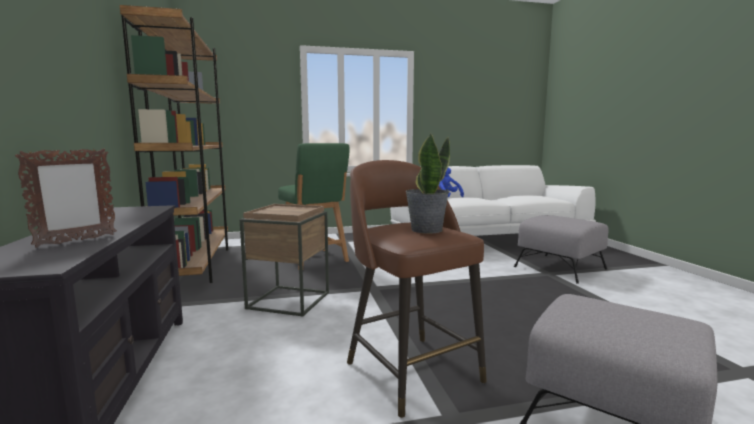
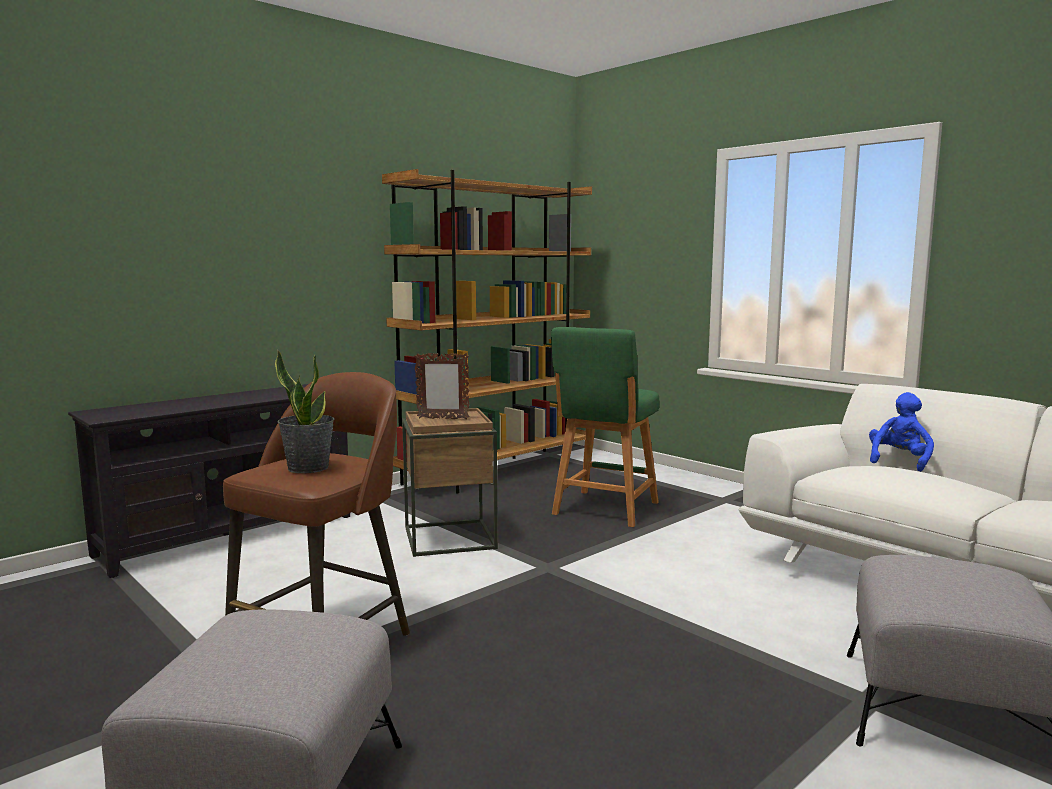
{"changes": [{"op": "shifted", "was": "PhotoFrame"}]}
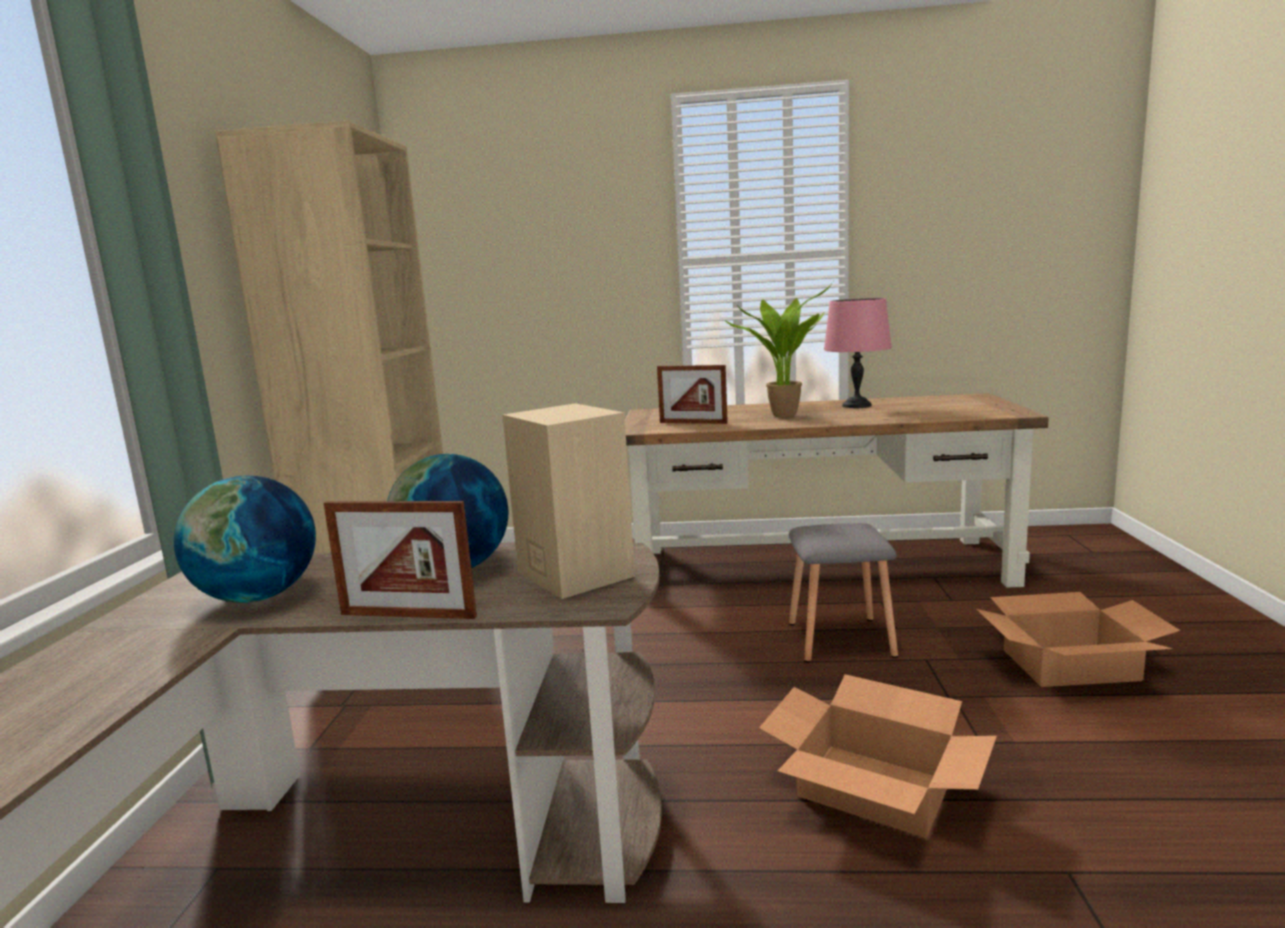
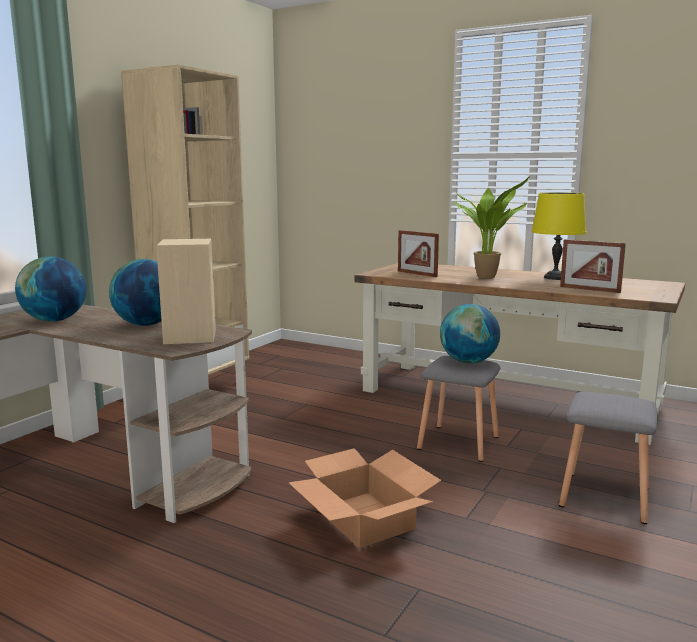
{"changes": [{"op": "repainted", "was": "PinkTableLamp", "now": "YellowTableLamp"}, {"op": "shifted", "was": "PhotoFrame (no. 1 from left in the first image)", "now": "PhotoFrame (no. 2 from left)"}, {"op": "swapped", "was": "Carton (no. 2 from left)", "now": "GreyishStool (no. 2 from left)"}, {"op": "new", "now": "Globe (no. 3 from left)"}]}
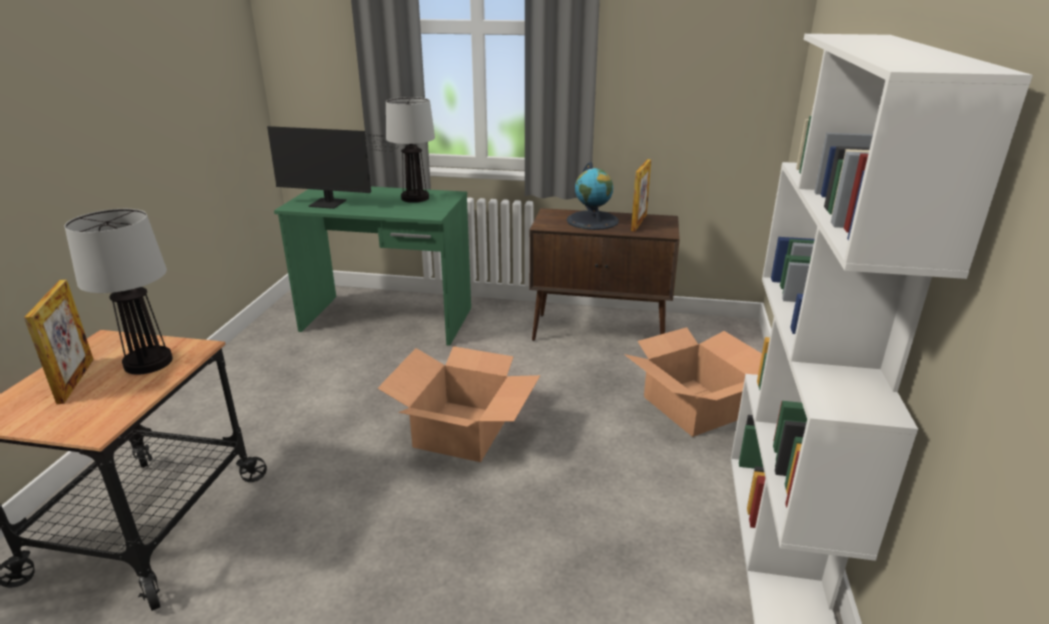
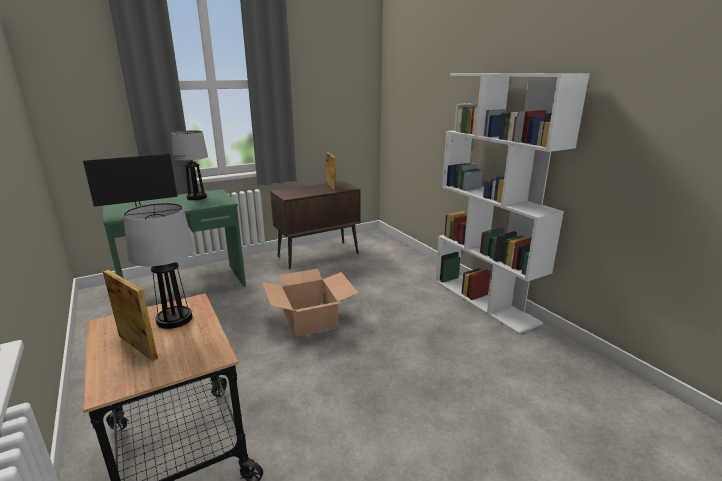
{"changes": [{"op": "gone", "was": "Globe"}, {"op": "gone", "was": "Carton (no. 2 from left)"}]}
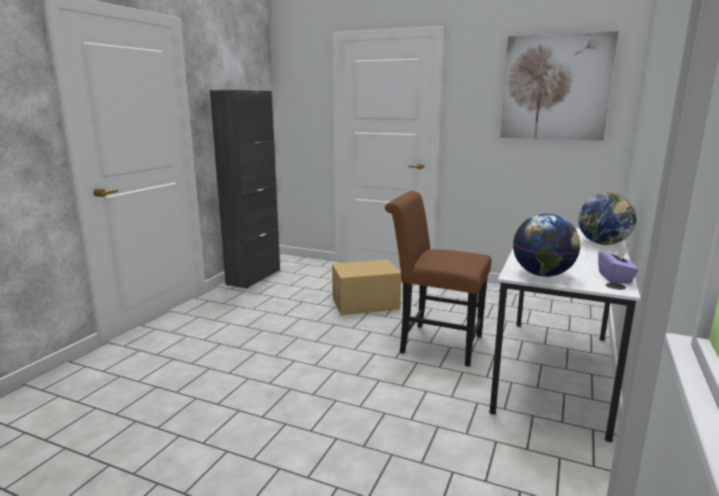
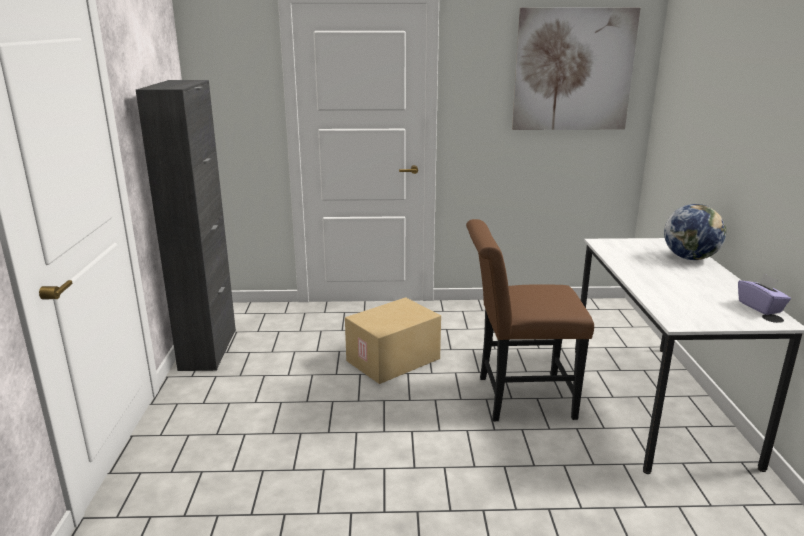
{"changes": [{"op": "gone", "was": "Globe (no. 1 from left)"}]}
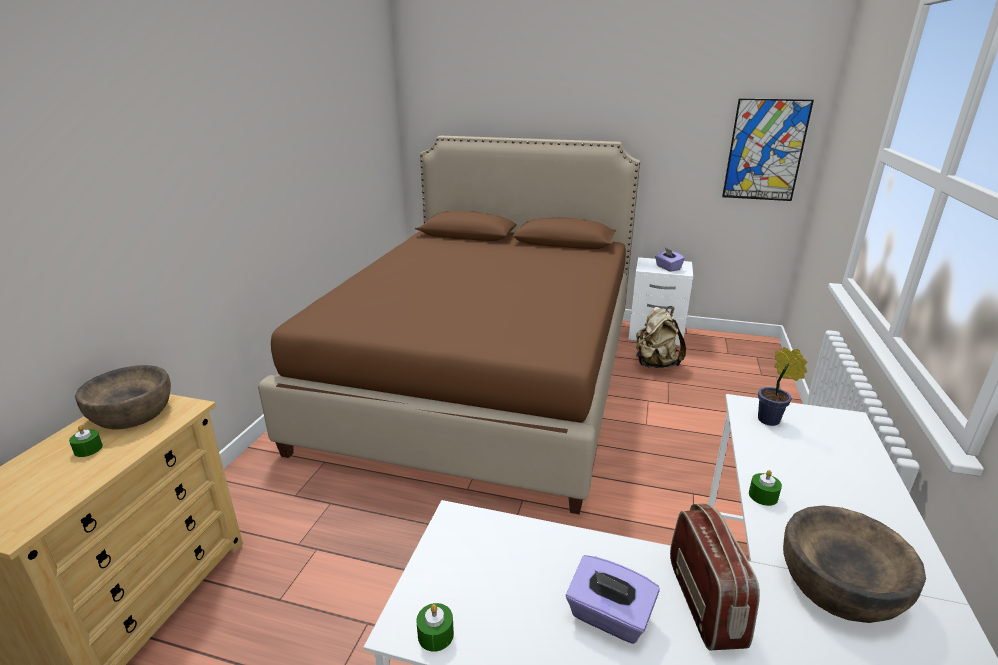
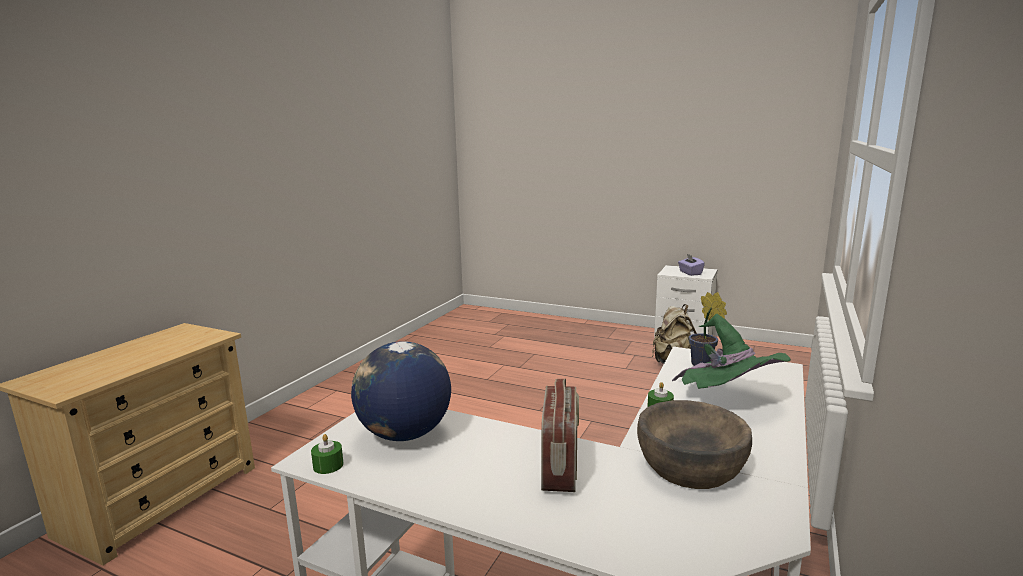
{"changes": [{"op": "gone", "was": "Picture"}, {"op": "gone", "was": "BrownishSleepingBed"}, {"op": "gone", "was": "BrownishServingBowl (no. 1 from left)"}, {"op": "gone", "was": "GreenColouredCandle (no. 1 from left)"}, {"op": "gone", "was": "PurpleColouredTissueBox (no. 1 from left)"}, {"op": "new", "now": "GreenColouredHat"}, {"op": "new", "now": "Globe"}]}
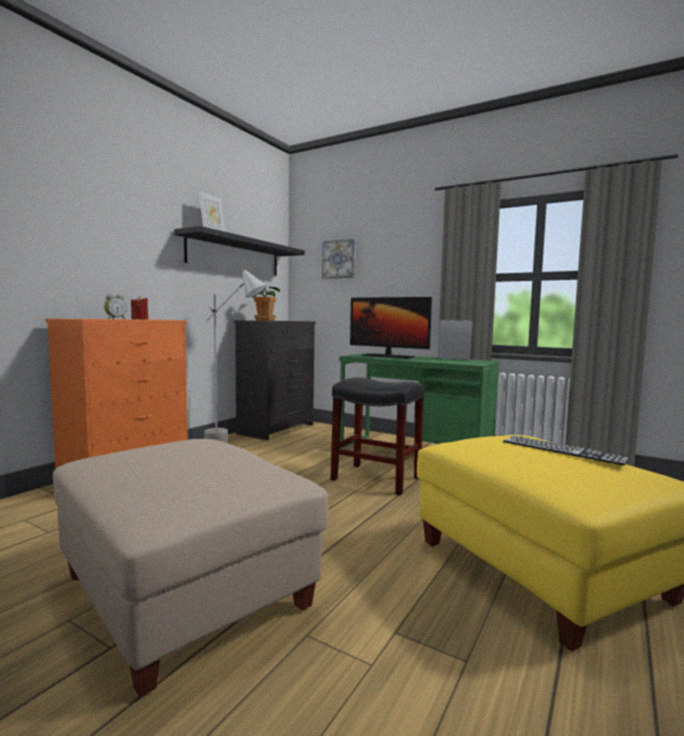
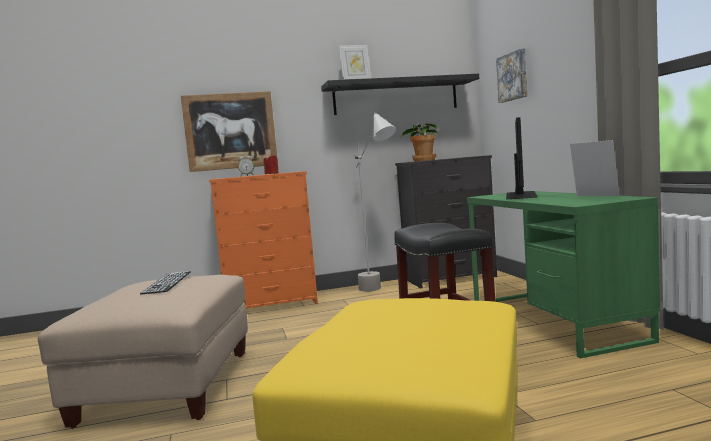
{"changes": [{"op": "rotated", "was": "Monitor", "clockwise": -150}, {"op": "shifted", "was": "Keyboard"}, {"op": "new", "now": "Picture (no. 1 from left)"}]}
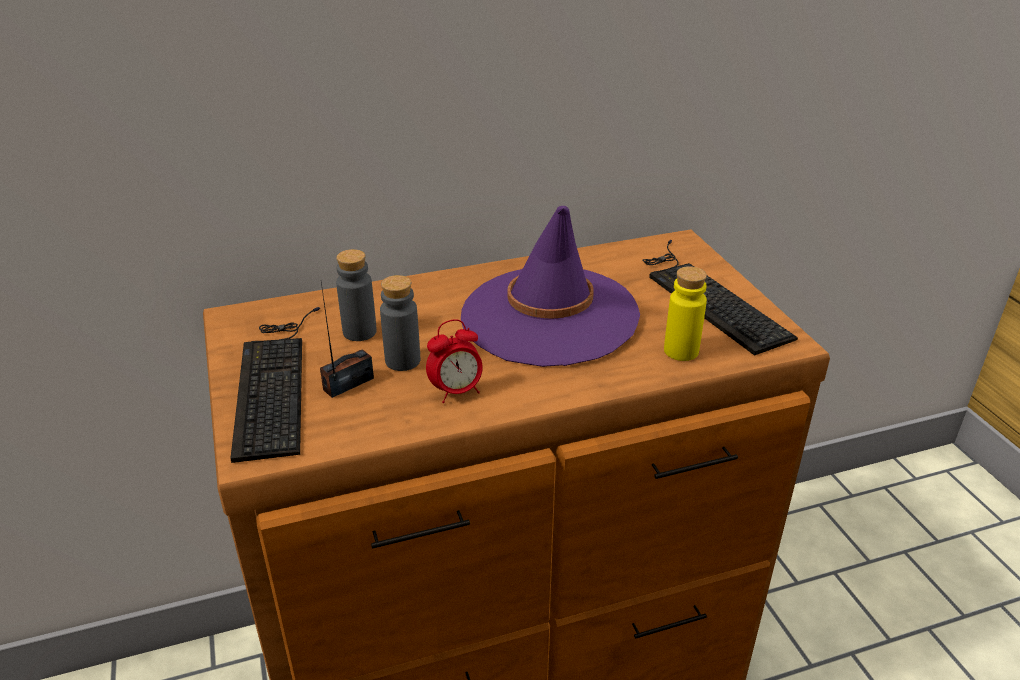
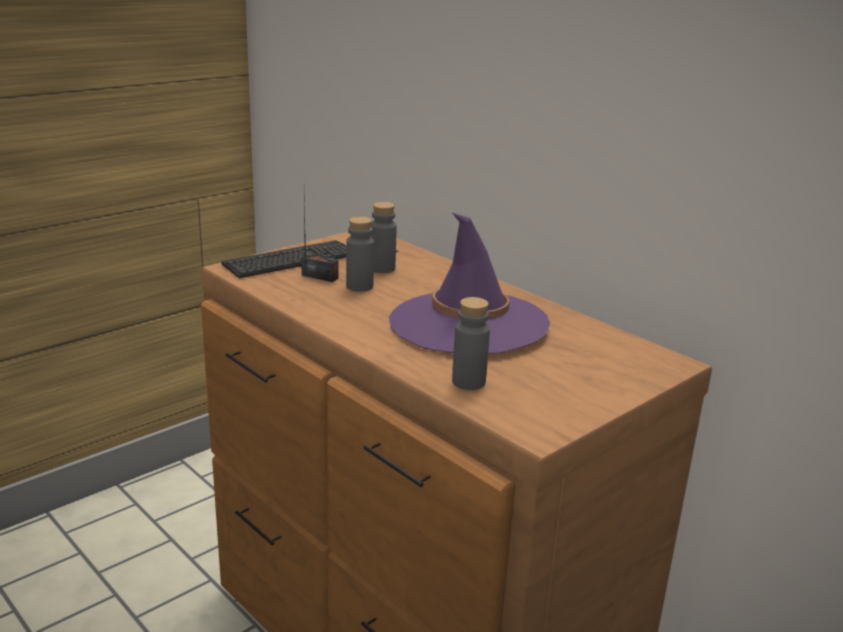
{"changes": [{"op": "gone", "was": "Keyboard (no. 2 from left)"}, {"op": "repainted", "was": "YellowBottle", "now": "GreyishBottle (no. 3 from left)"}, {"op": "gone", "was": "TableClock"}]}
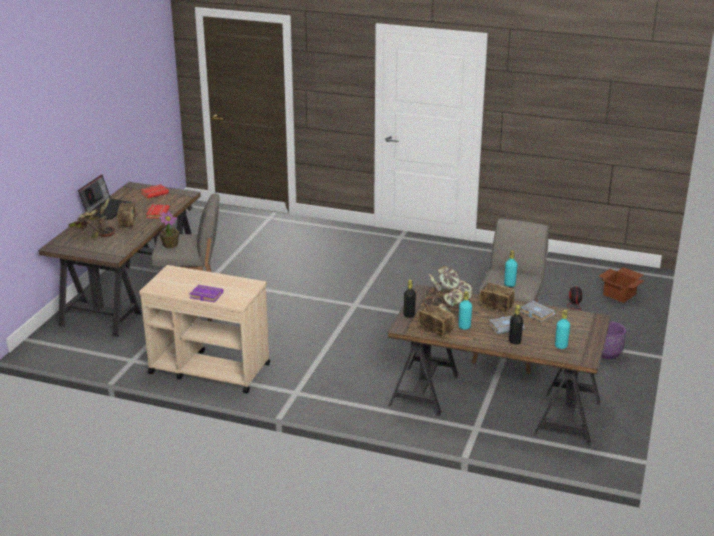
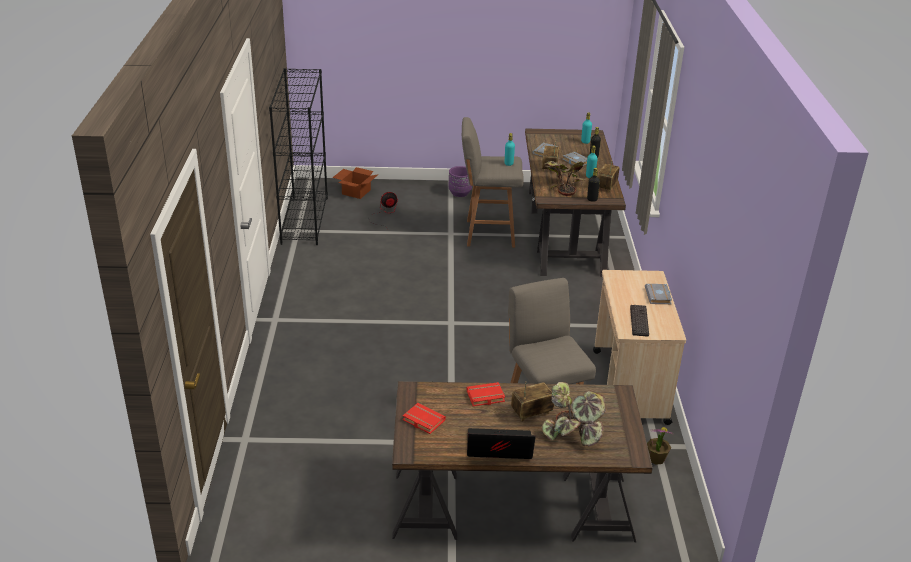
{"changes": [{"op": "shifted", "was": "Houseplant (no. 2 from left in the first image)", "now": "Houseplant (no. 3 from left)"}, {"op": "repainted", "was": "PurpleColouredBook", "now": "GreyishBook (no. 3 from left)"}, {"op": "new", "now": "BlackColouredBookshelf"}, {"op": "new", "now": "Keyboard"}]}
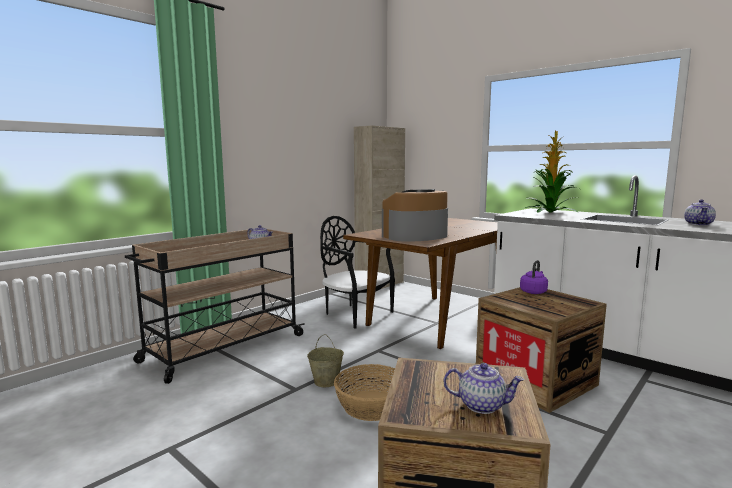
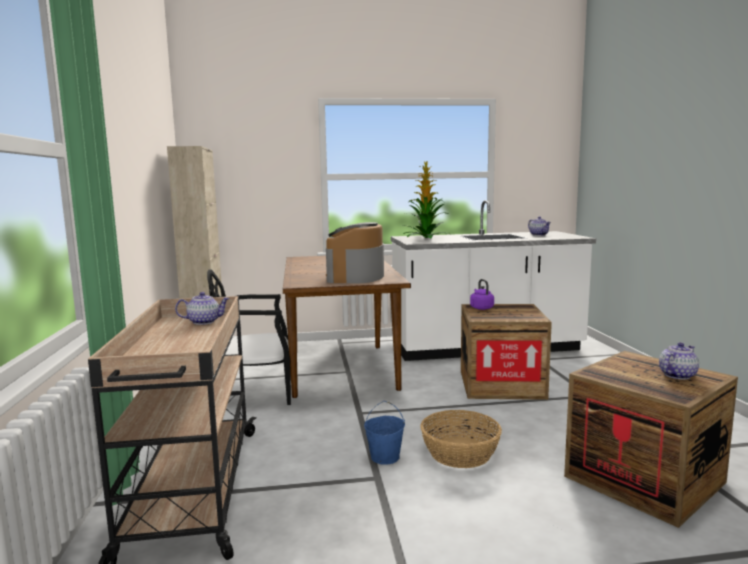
{"changes": [{"op": "repainted", "was": "BeigePail", "now": "BlueColouredPail"}]}
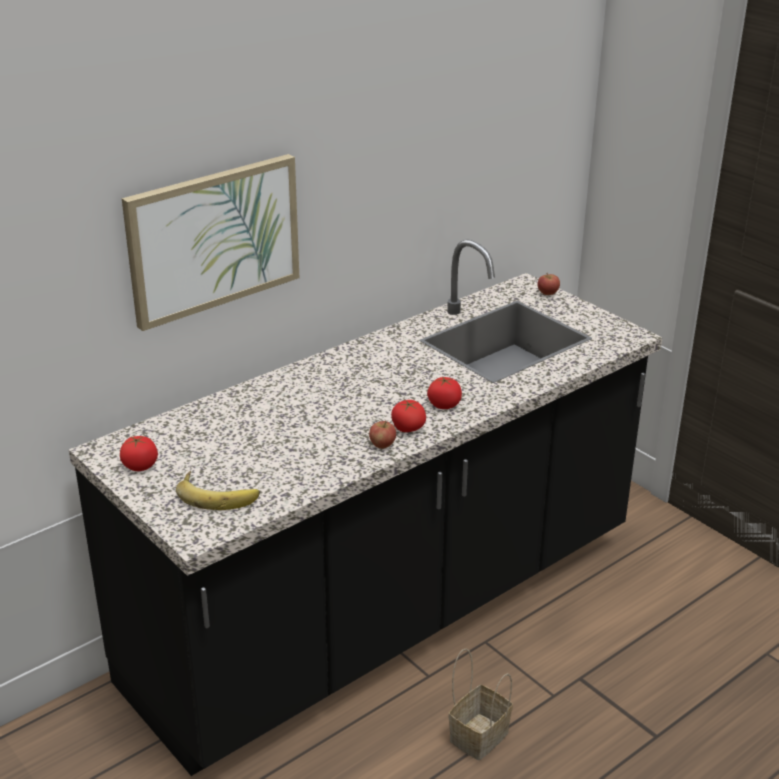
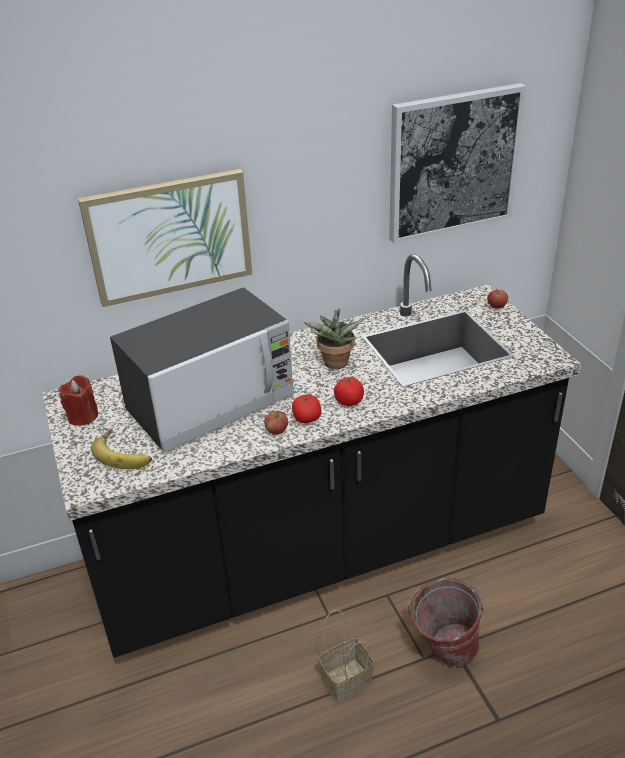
{"changes": [{"op": "swapped", "was": "WholeTomato (no. 1 from left)", "now": "ReddishCandle"}, {"op": "new", "now": "Picture (no. 2 from left)"}, {"op": "new", "now": "KitchenMicrowave"}, {"op": "new", "now": "Houseplant"}, {"op": "new", "now": "Pail"}]}
